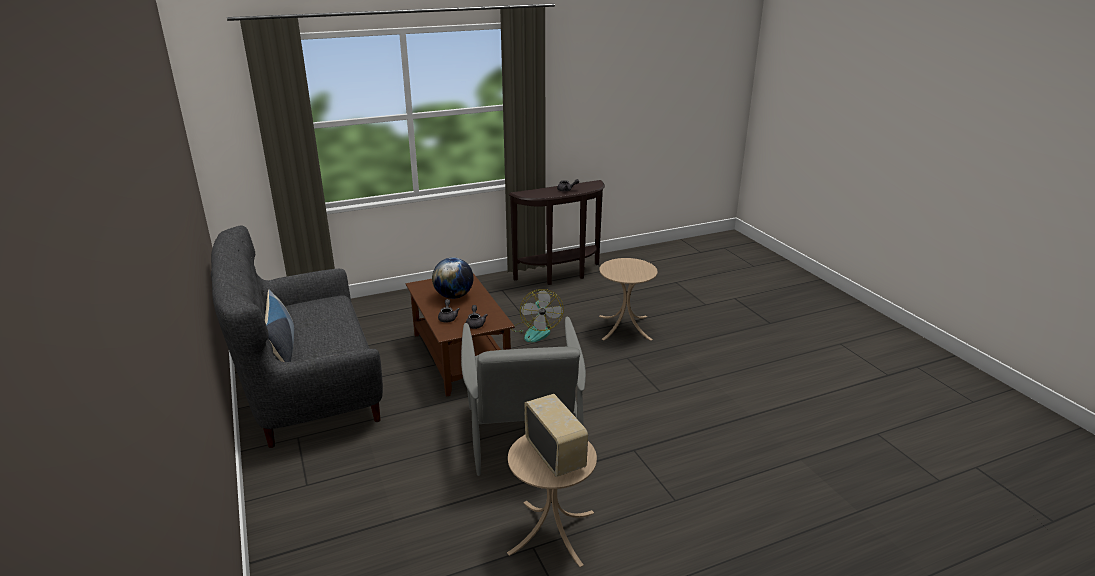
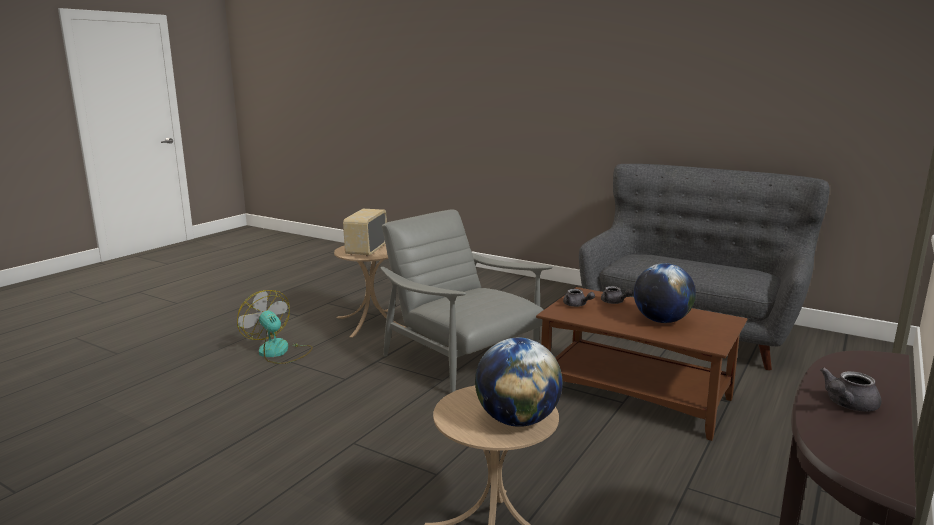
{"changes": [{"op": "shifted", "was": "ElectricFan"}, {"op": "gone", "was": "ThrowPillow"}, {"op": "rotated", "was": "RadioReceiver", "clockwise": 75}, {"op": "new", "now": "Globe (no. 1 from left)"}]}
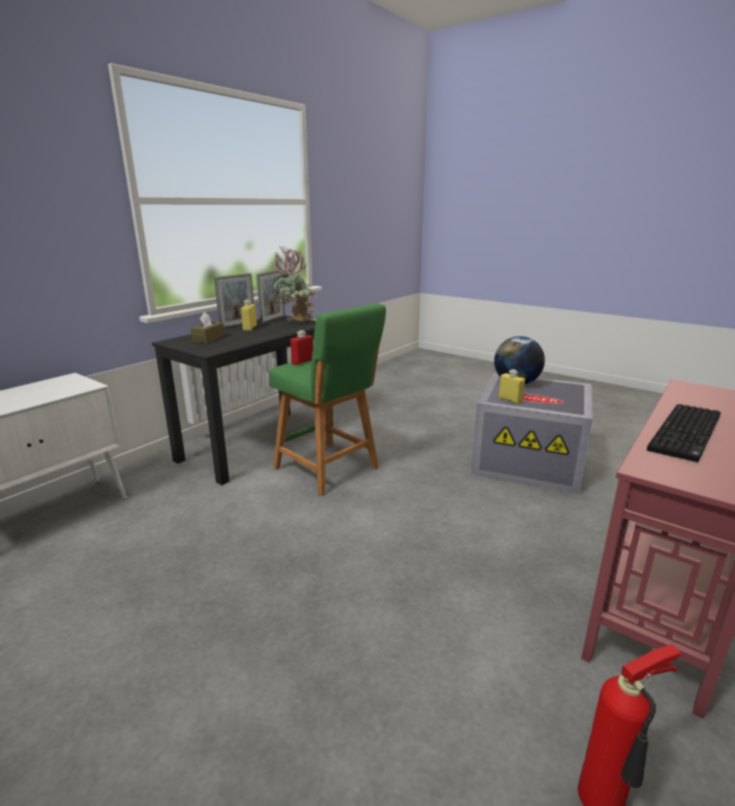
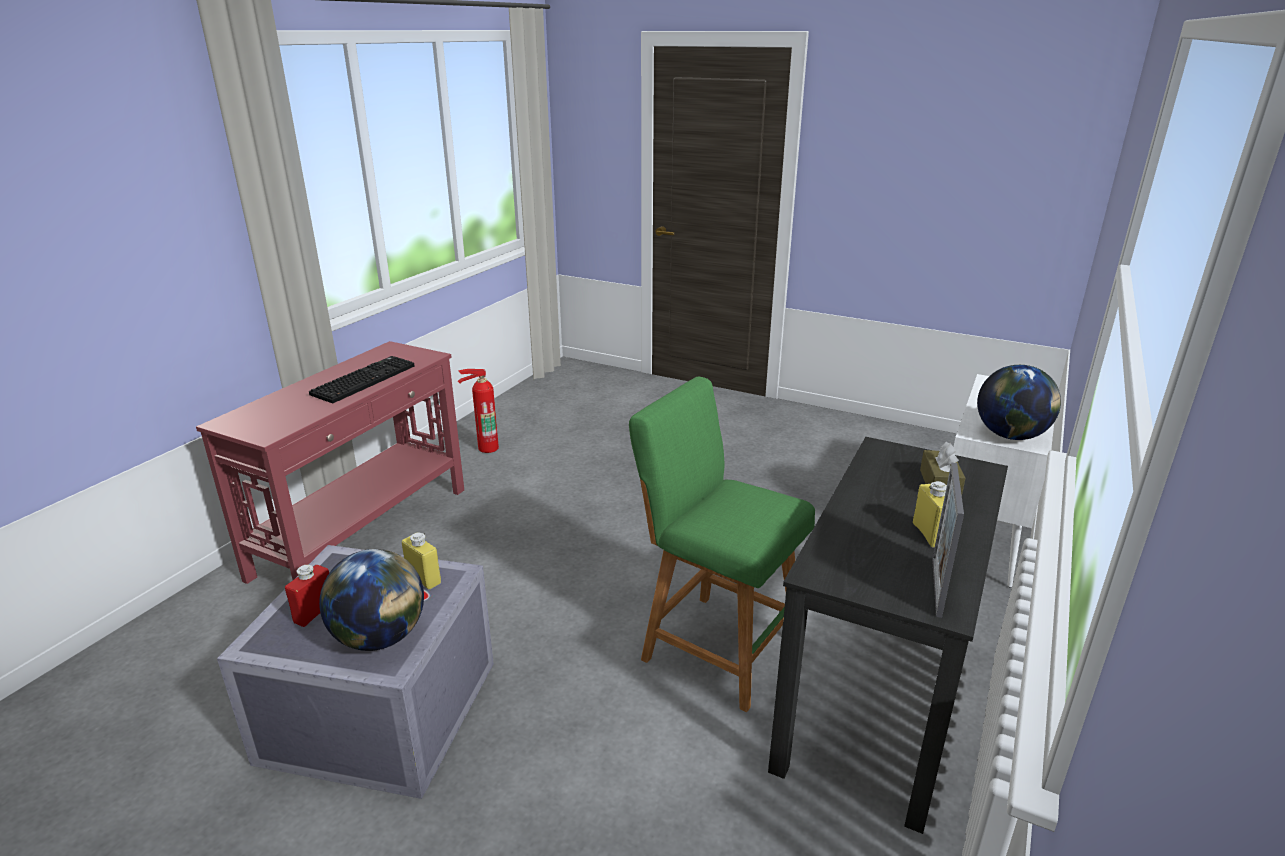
{"changes": [{"op": "gone", "was": "Houseplant"}, {"op": "gone", "was": "PhotoFrame (no. 1 from left)"}, {"op": "shifted", "was": "ReddishBottle"}, {"op": "new", "now": "Globe (no. 2 from left)"}]}
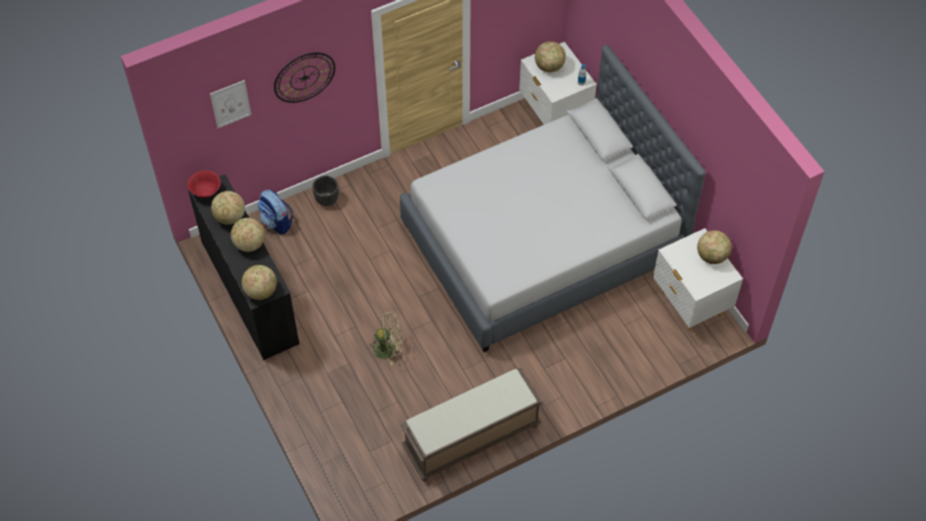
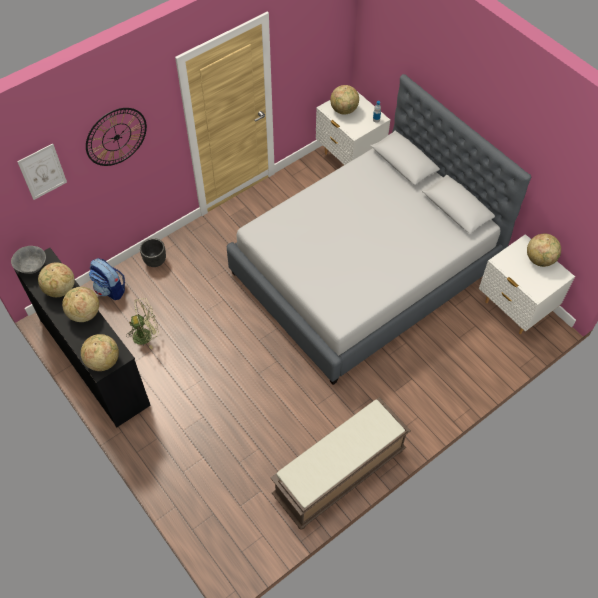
{"changes": [{"op": "repainted", "was": "ReddishServingBowl", "now": "GreyishServingBowl"}, {"op": "shifted", "was": "GreenColouredElectricFan"}]}
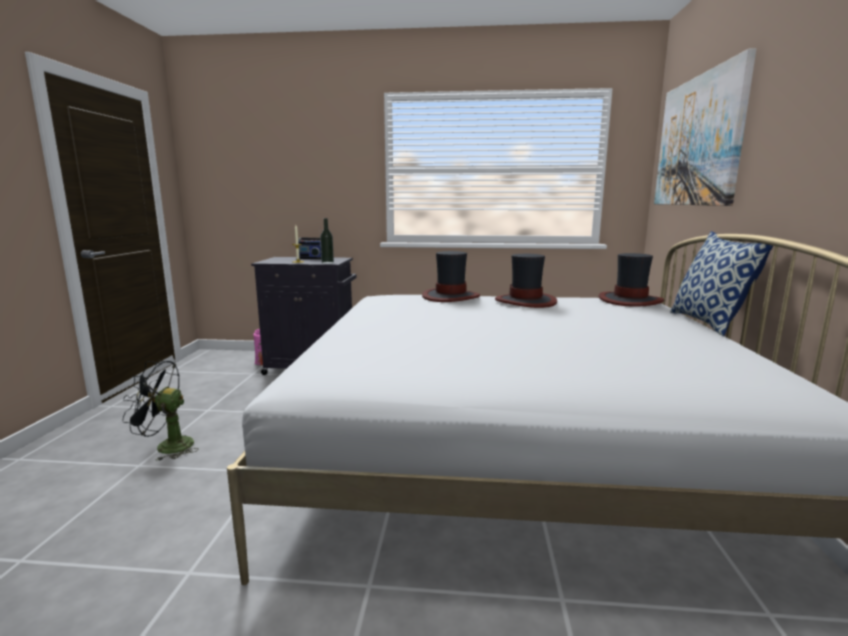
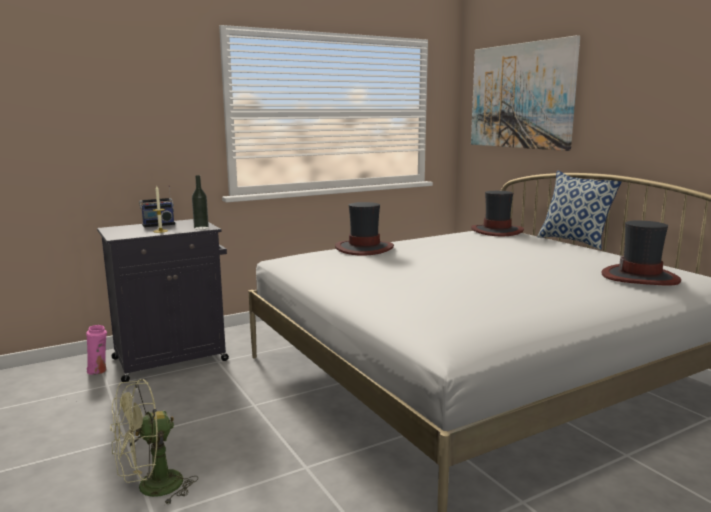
{"changes": [{"op": "shifted", "was": "Hat (no. 2 from left in the first image)", "now": "Hat (no. 3 from left)"}, {"op": "repainted", "was": "BlackColouredElectricFan", "now": "GreenColouredElectricFan"}]}
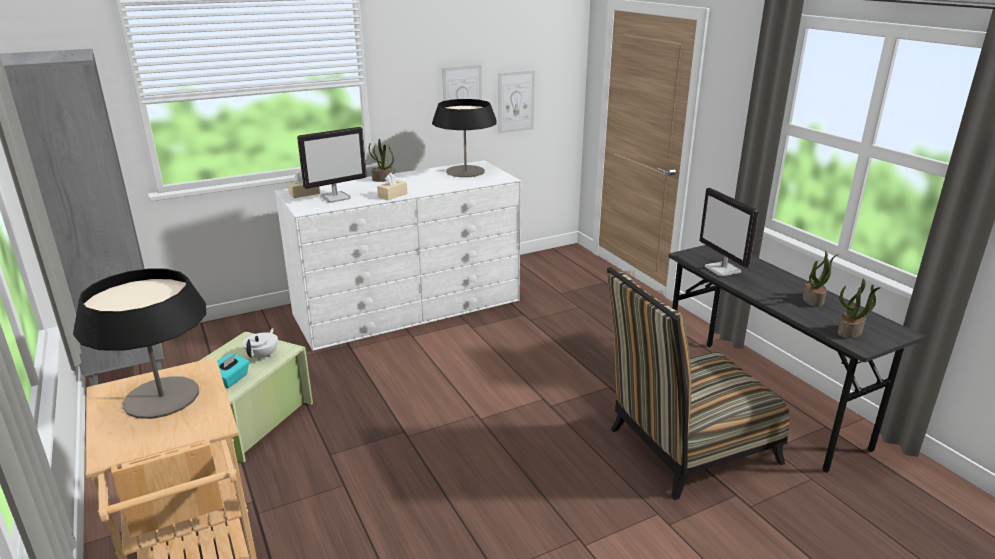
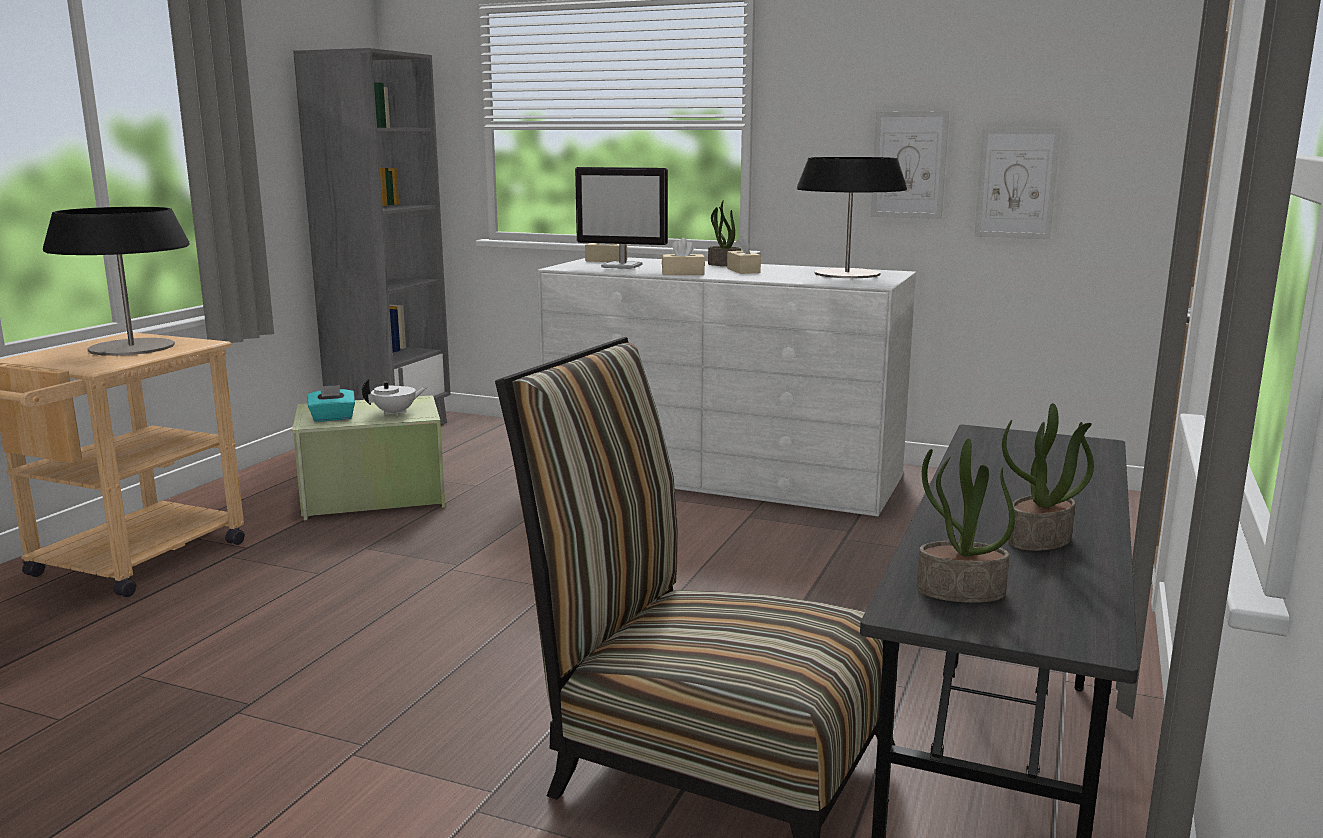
{"changes": [{"op": "gone", "was": "Monitor (no. 2 from left)"}, {"op": "new", "now": "BeigeTissueBox (no. 3 from left)"}]}
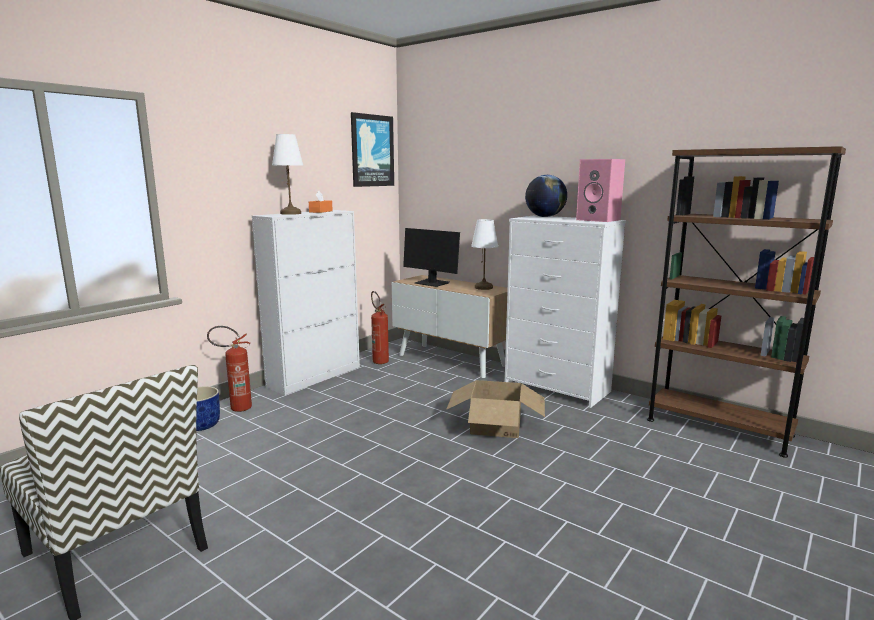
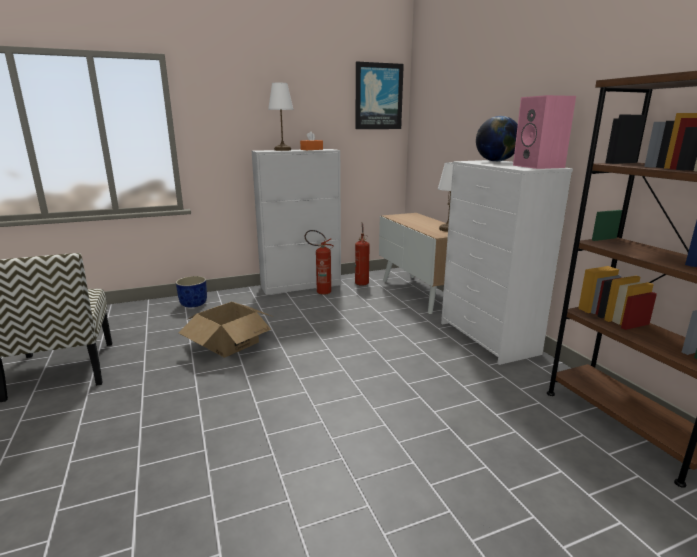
{"changes": [{"op": "gone", "was": "Monitor"}, {"op": "shifted", "was": "Extinguisher (no. 1 from left)"}, {"op": "shifted", "was": "Carton"}]}
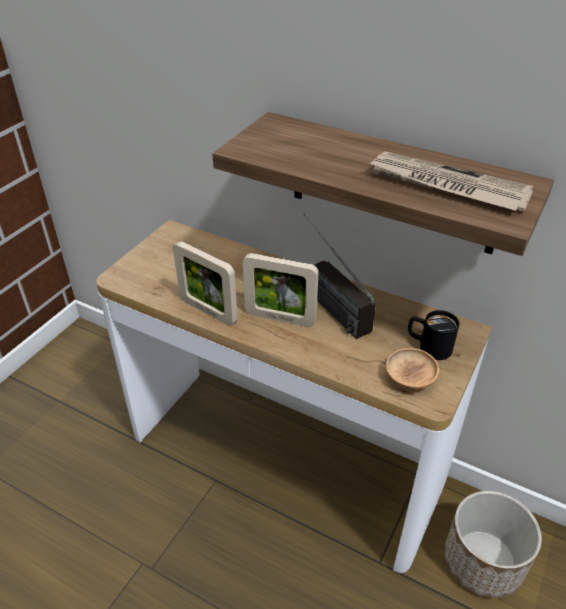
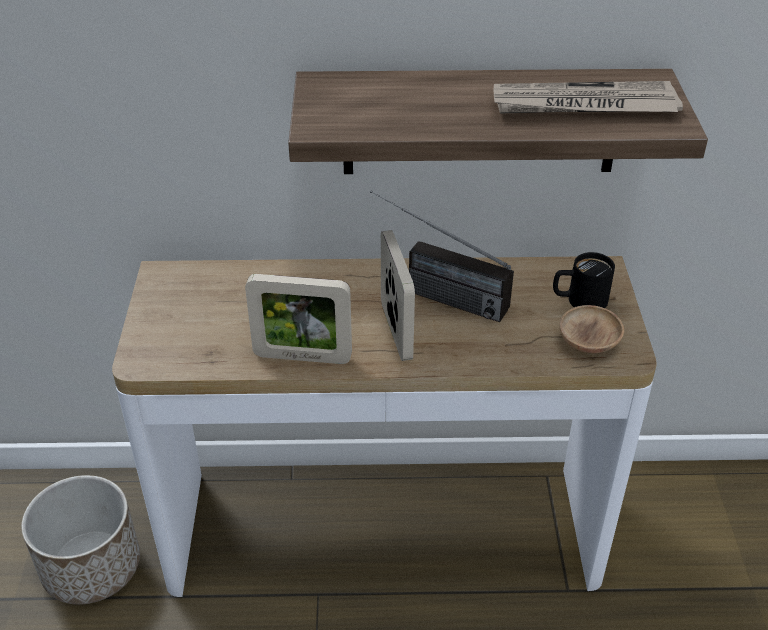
{"changes": [{"op": "rotated", "was": "PhotoFrame (no. 2 from left)", "clockwise": -90}, {"op": "shifted", "was": "Planter"}]}
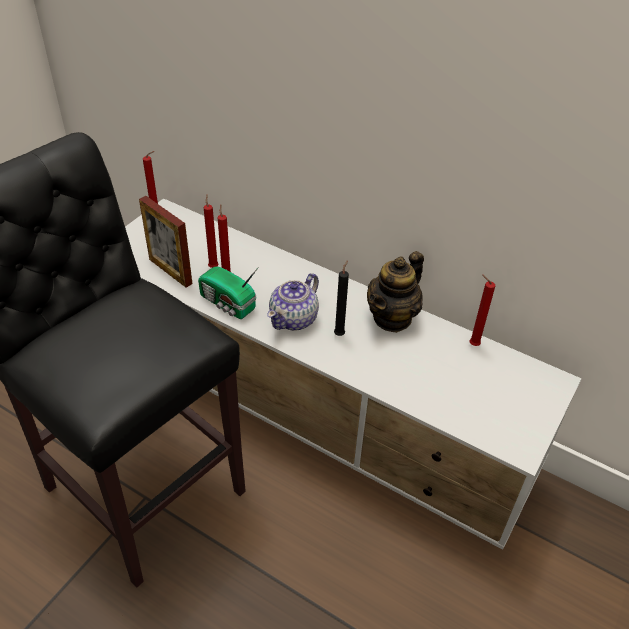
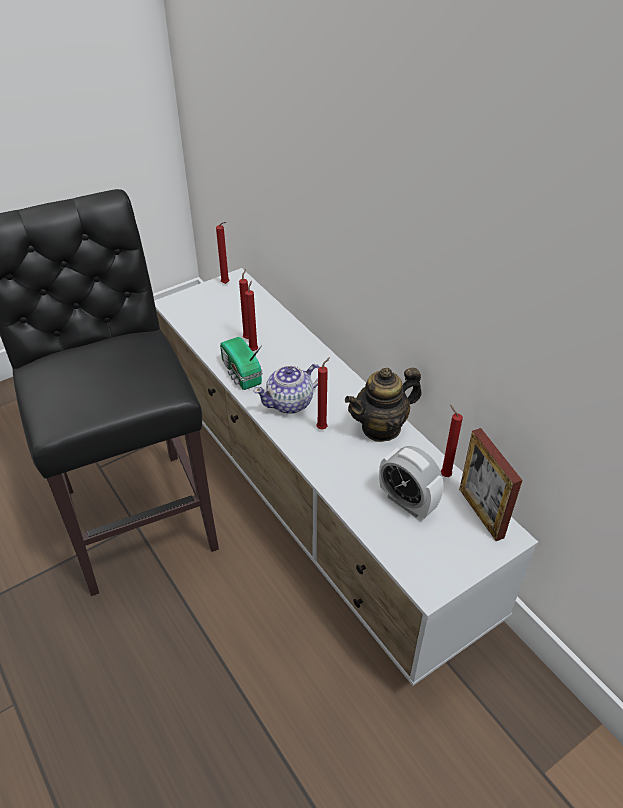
{"changes": [{"op": "shifted", "was": "PhotoFrame"}, {"op": "repainted", "was": "BlackColouredCandle", "now": "ReddishCandle (no. 4 from left)"}, {"op": "new", "now": "TableClock"}]}
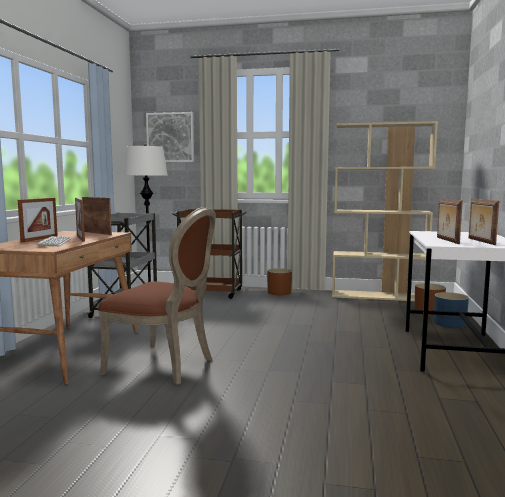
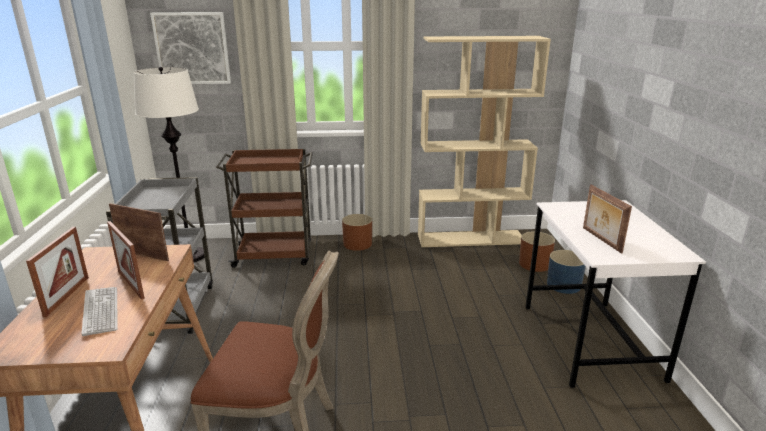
{"changes": [{"op": "gone", "was": "PhotoFrame (no. 5 from left)"}]}
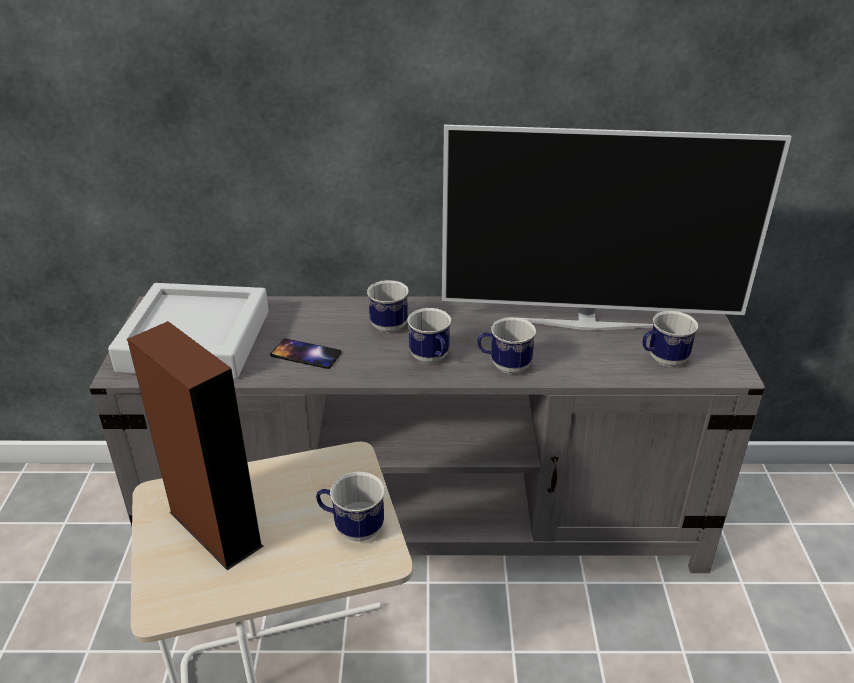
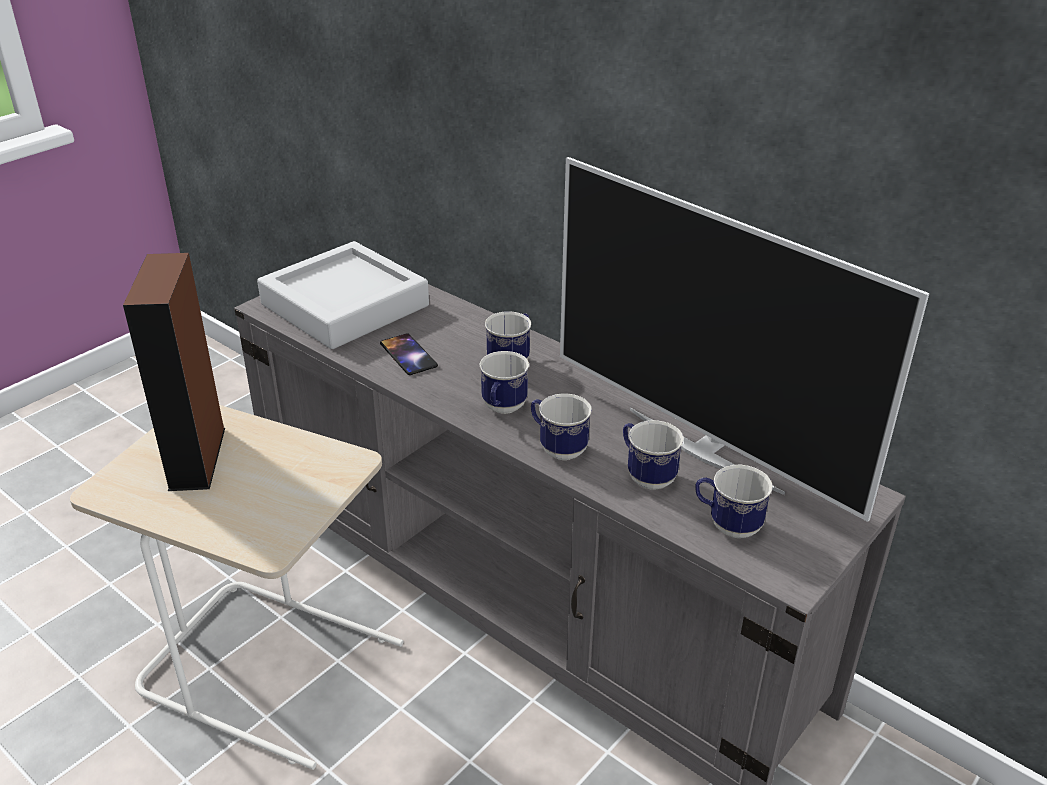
{"changes": [{"op": "shifted", "was": "TeaMug (no. 1 from left in the first image)", "now": "TeaMug (no. 4 from left)"}]}
